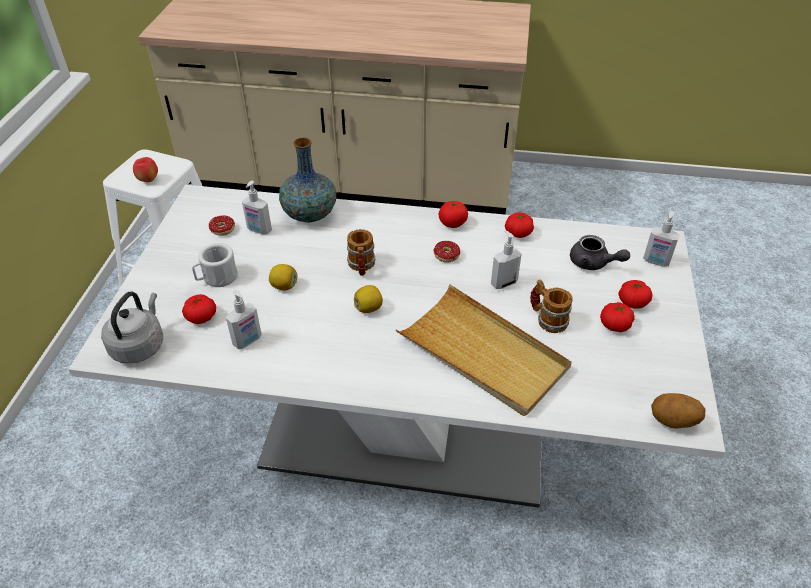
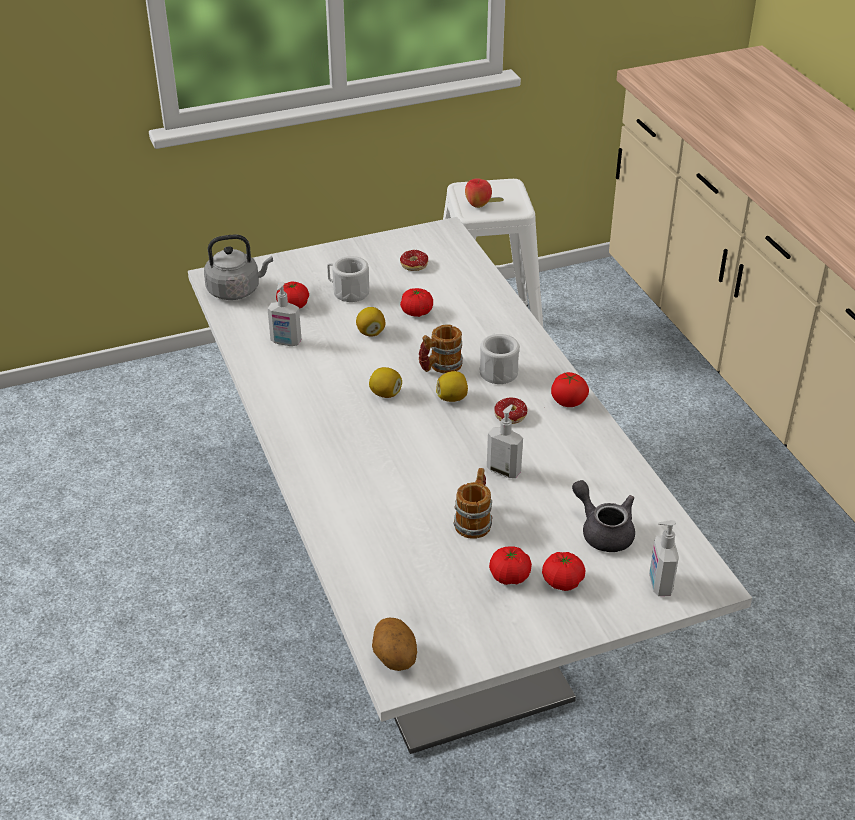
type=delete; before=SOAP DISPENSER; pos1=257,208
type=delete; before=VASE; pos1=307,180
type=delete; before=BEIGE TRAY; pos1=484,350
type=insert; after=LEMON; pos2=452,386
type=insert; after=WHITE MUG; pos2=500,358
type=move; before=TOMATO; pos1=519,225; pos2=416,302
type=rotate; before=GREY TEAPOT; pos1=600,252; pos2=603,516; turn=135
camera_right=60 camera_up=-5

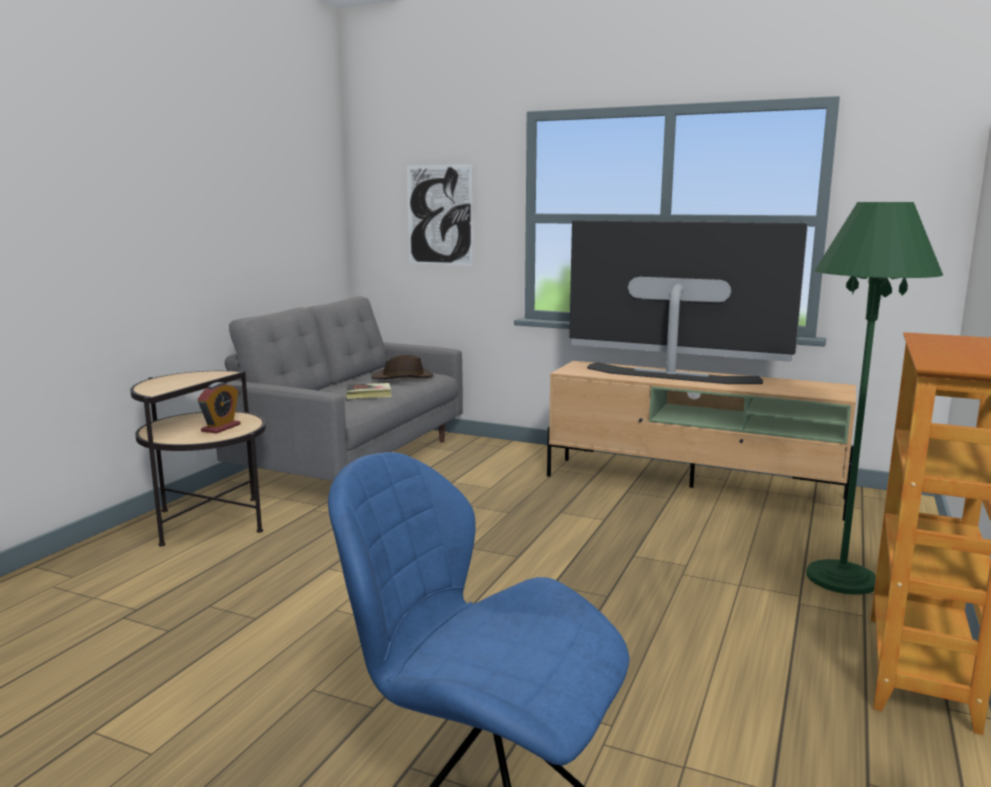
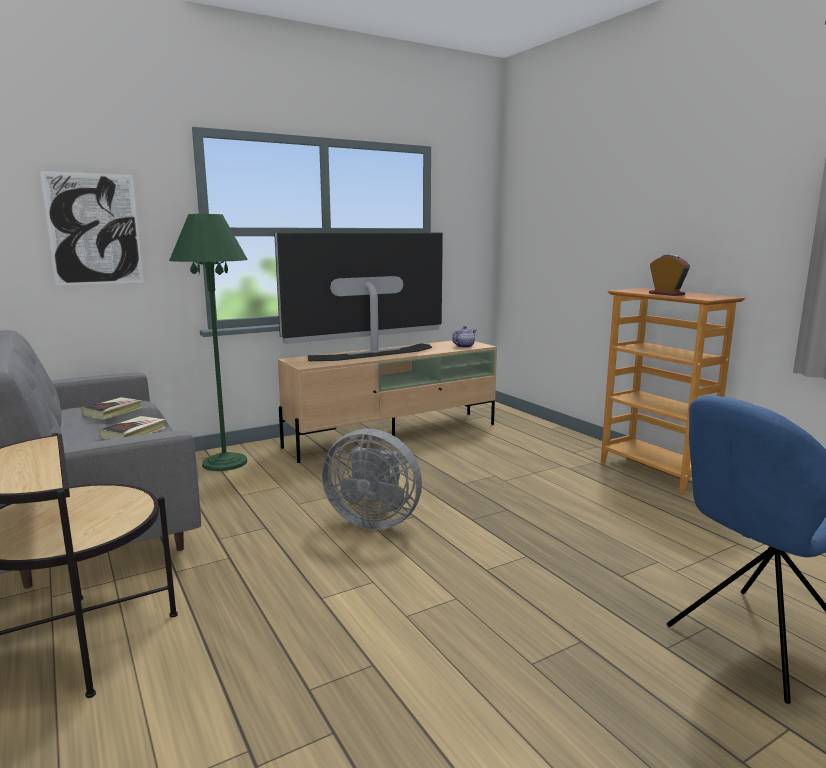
type=insert; after=GREY FAN; pos2=372,479
type=insert; after=TEAPOT; pos2=464,337
type=move; before=ALARM CLOCK; pos1=219,408; pos2=669,275
type=move; before=GREEN FLOOR LAMP; pos1=874,398; pos2=208,342
type=replace; before=BROWN HAT; after=BOOK; pos1=402,367; pos2=112,408
camera_right=-55 camera_up=0

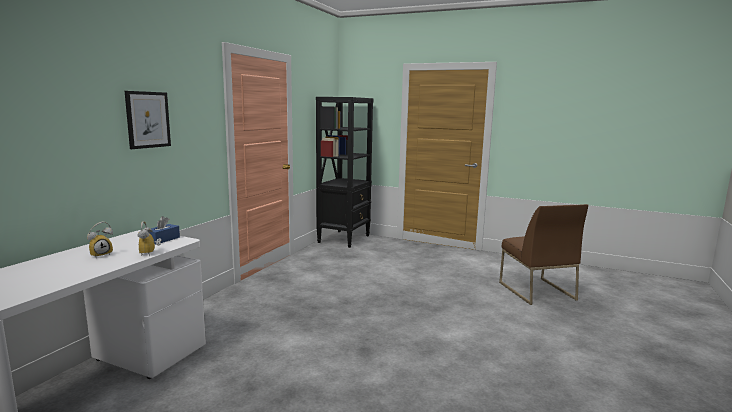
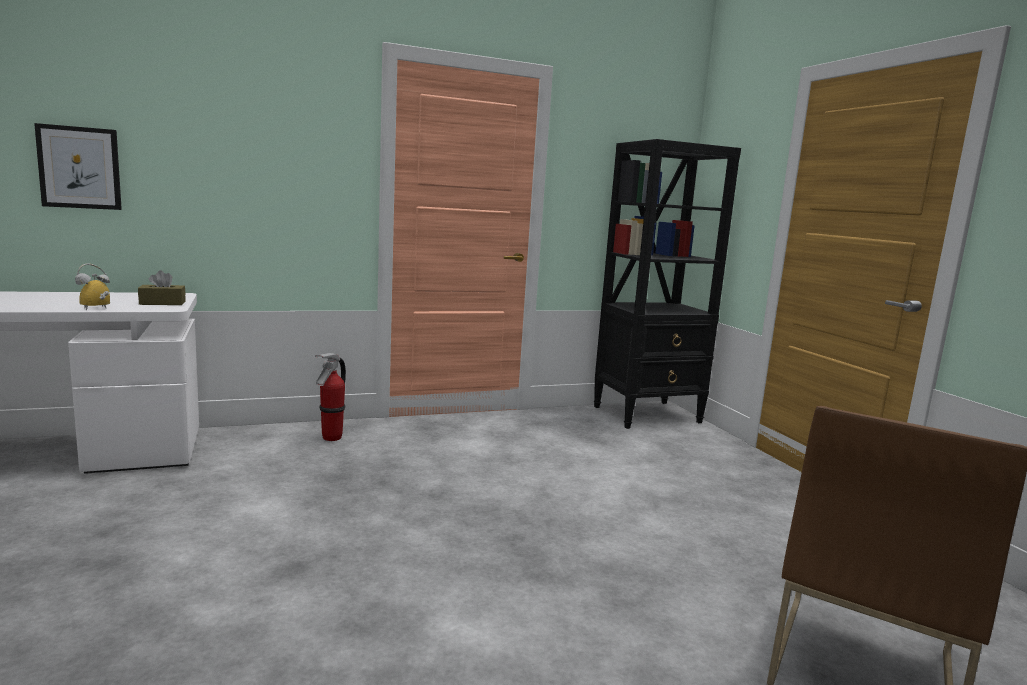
type=delete; before=ALARM CLOCK; pos1=100,240
type=insert; after=FIRE EXTINGUISHER; pos2=330,397
type=move; before=PICTURE; pos1=148,120; pos2=78,166
type=recolor; before=BLUE TISSUE BOX; after=BROWN TISSUE BOX; pos1=165,230; pos2=162,287
camera_right=45 camera_up=0

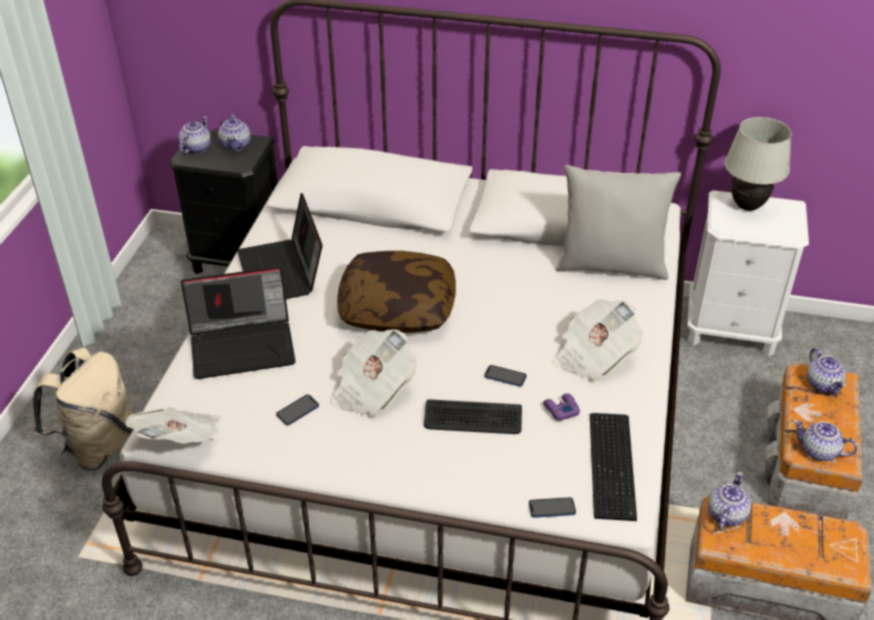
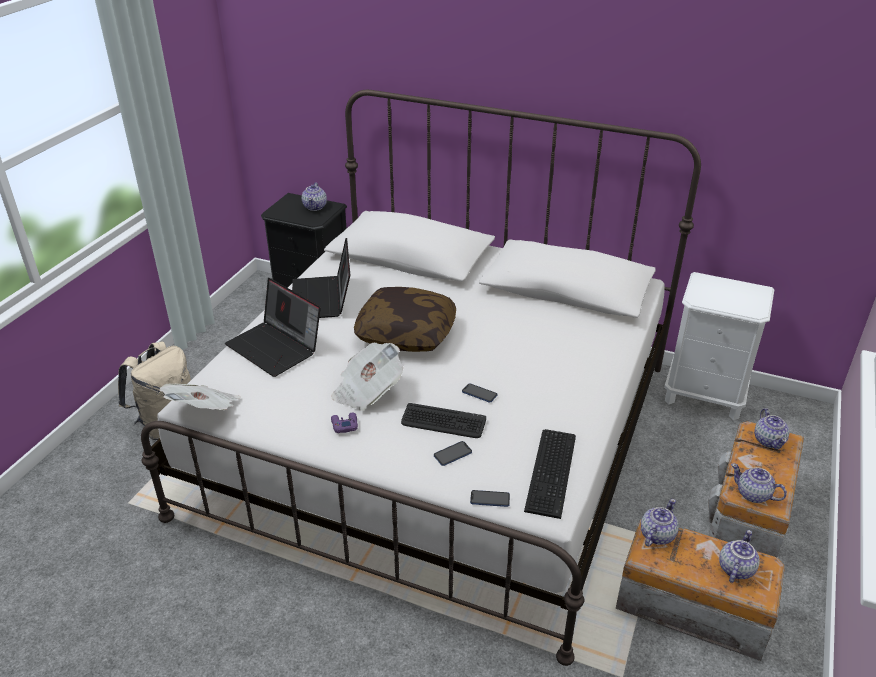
type=delete; before=NEWSPAPER; pos1=598,340
type=delete; before=GREY PILLOW; pos1=618,222
type=delete; before=WHITE TABLE LAMP; pos1=758,164
type=move; before=TEAPOT; pos1=195,135; pos2=739,556
type=move; before=PHONE; pos1=297,410; pos2=453,453
type=move; before=PURPLE GAME CONTROLLER; pos1=561,407; pos2=344,422
type=rotate; before=LAPTOP; pos1=238,323; pos2=273,327; turn=45
camera_right=10 camera_up=-5

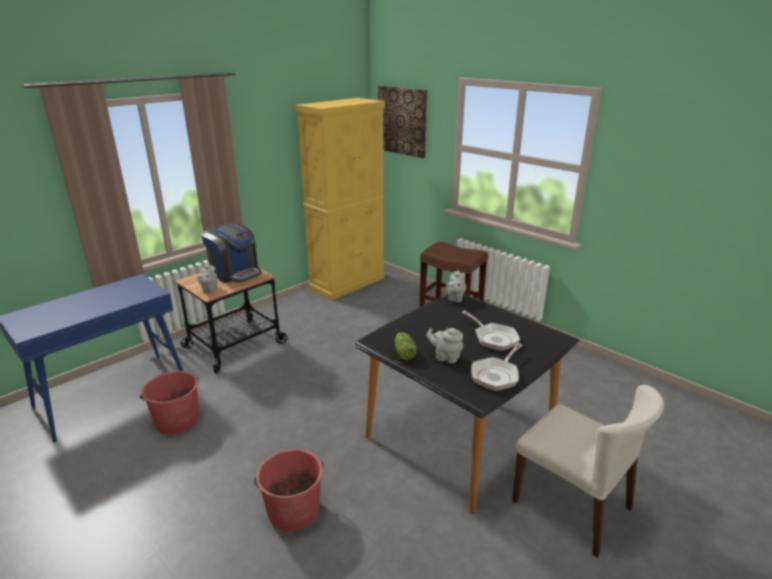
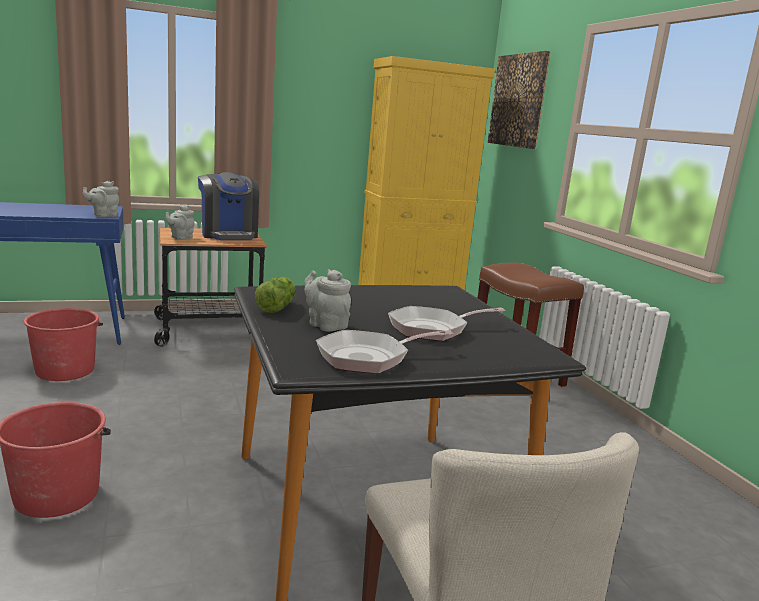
type=move; before=GREY TEAPOT; pos1=456,286; pos2=101,199
type=rotate; before=FRYING PAN; pos1=491,331; pos2=446,323; turn=75
camera_right=25 camera_up=-10

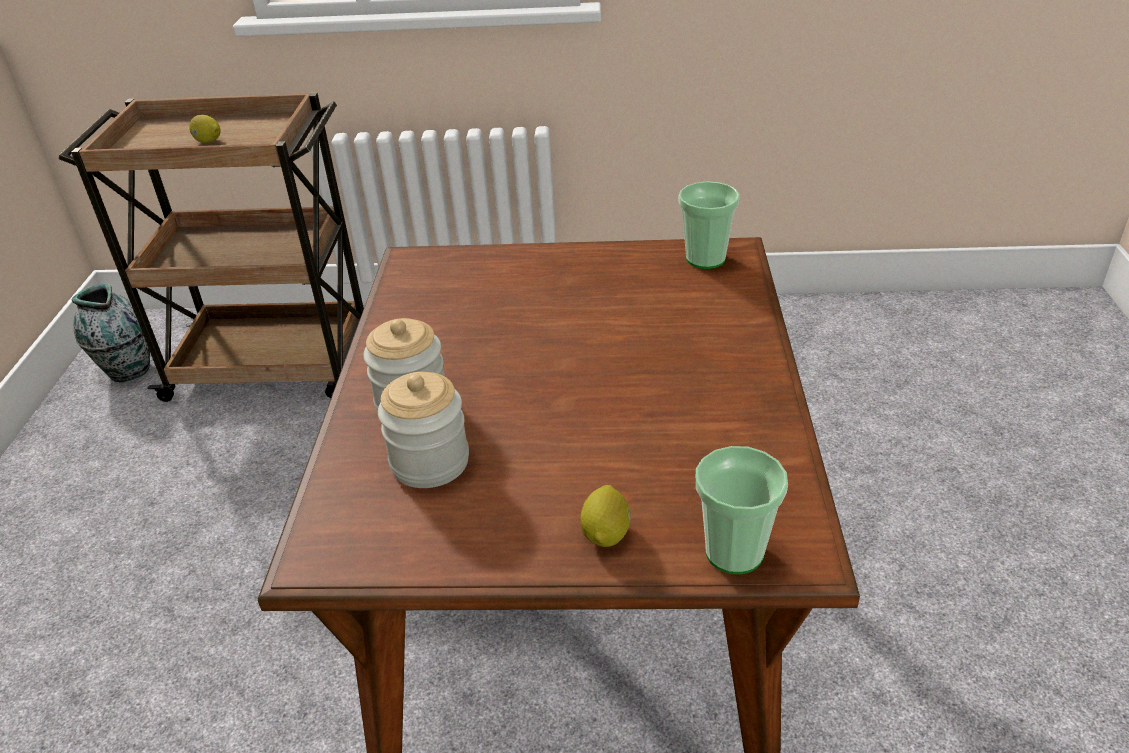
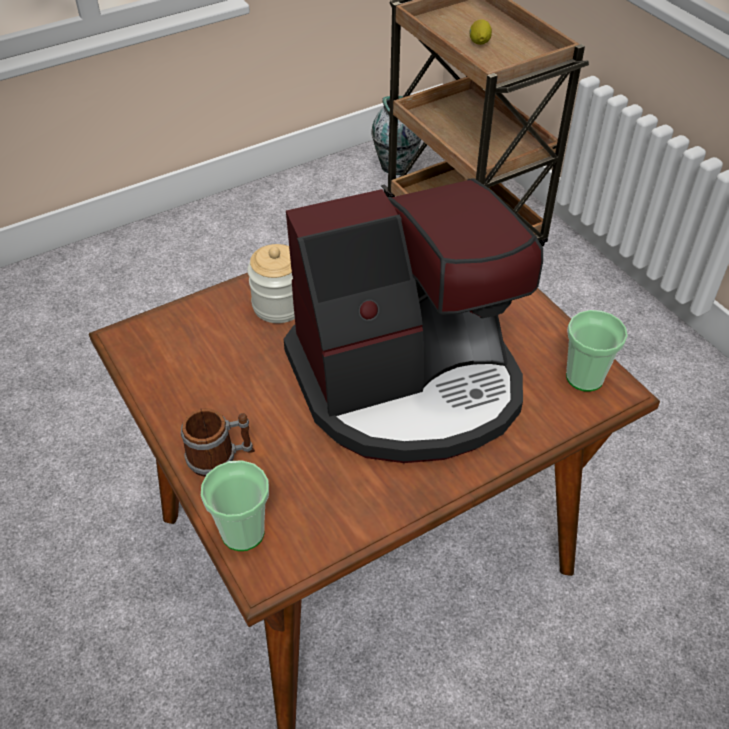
type=delete; before=JAR; pos1=423,430
type=insert; after=COFFEE MACHINE; pos2=413,321
type=replace; before=LEMON; after=MUG; pos1=606,516; pos2=218,442
camera_right=55 camera_up=10

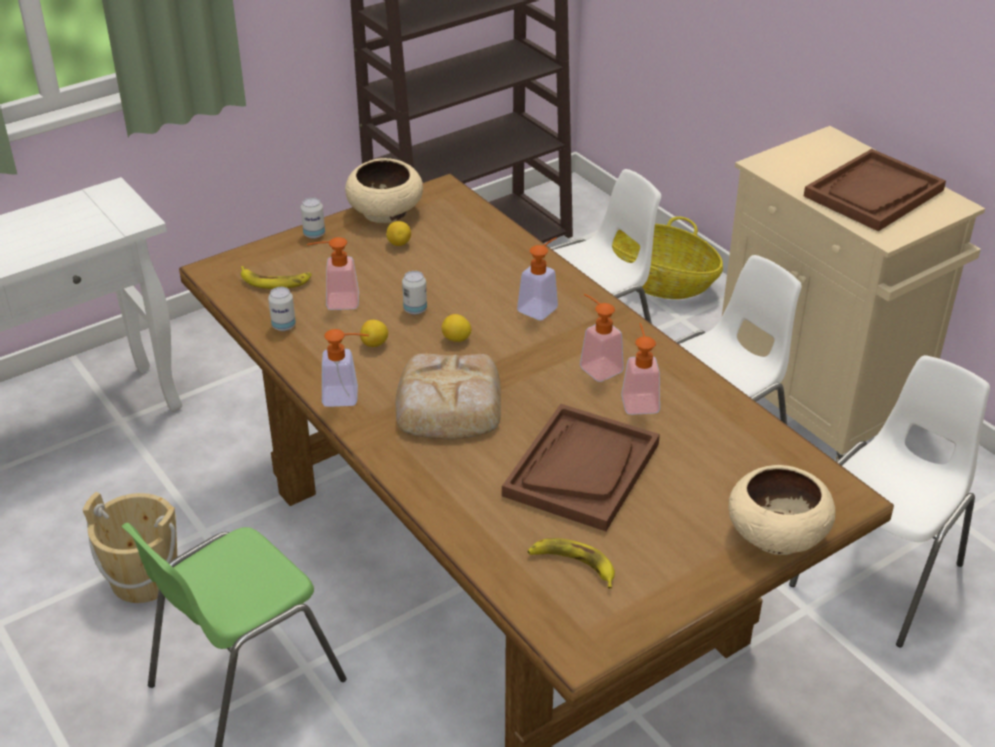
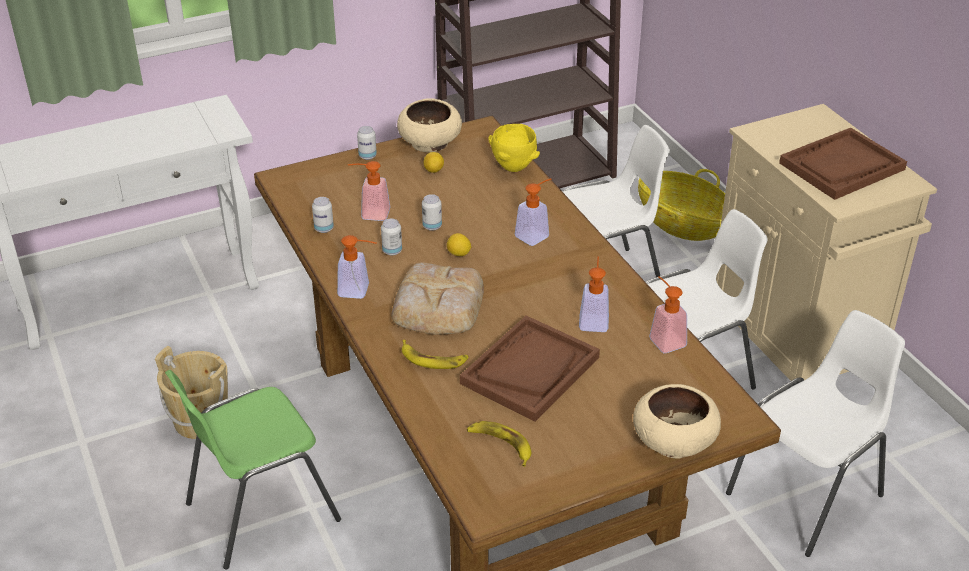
type=insert; after=YELLOW BOWL; pos2=514,148
type=move; before=BANANA; pos1=276,277; pos2=435,354
type=move; before=SOAP DISPENSER; pos1=602,338; pos2=668,314
type=replace; before=LEMON; after=CAN; pos1=374,333; pos2=391,237
camera_right=10 camera_up=0

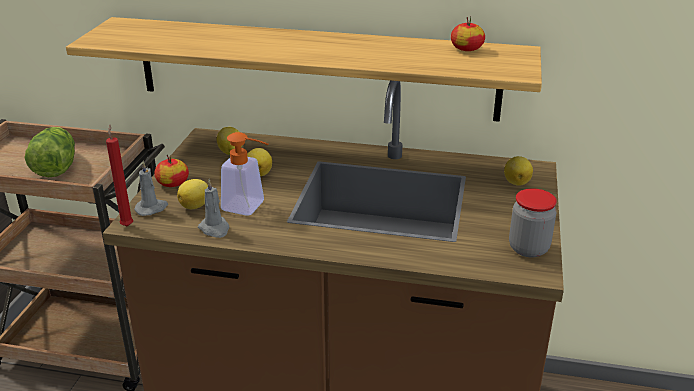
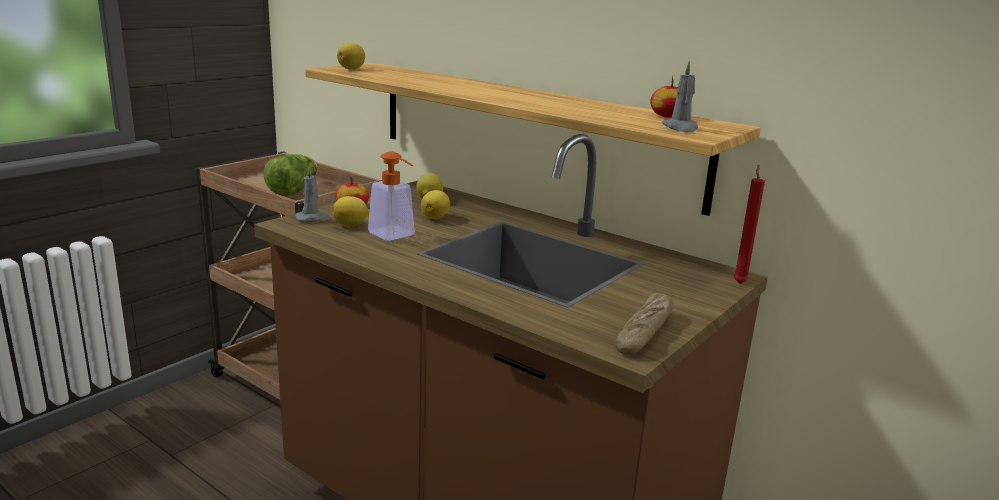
type=move; before=RED CANDLE; pos1=119,176; pos2=749,224
type=move; before=GREY CANDLE; pos1=214,208; pos2=680,96
type=move; before=LEMON; pos1=518,170; pos2=351,56
type=replace; before=JAR; after=BREAD; pos1=533,222; pos2=645,324
camera_right=25 camera_up=-10

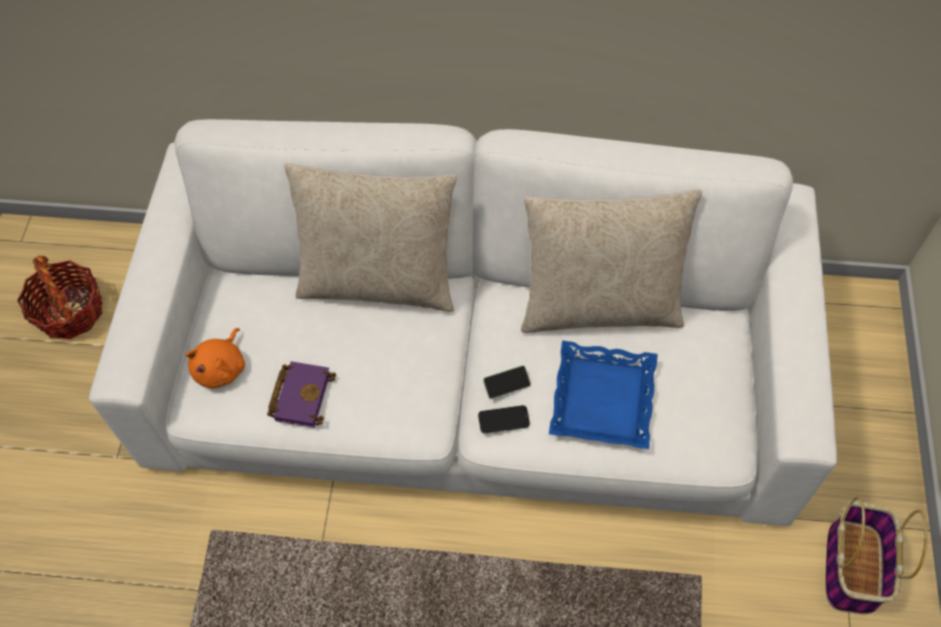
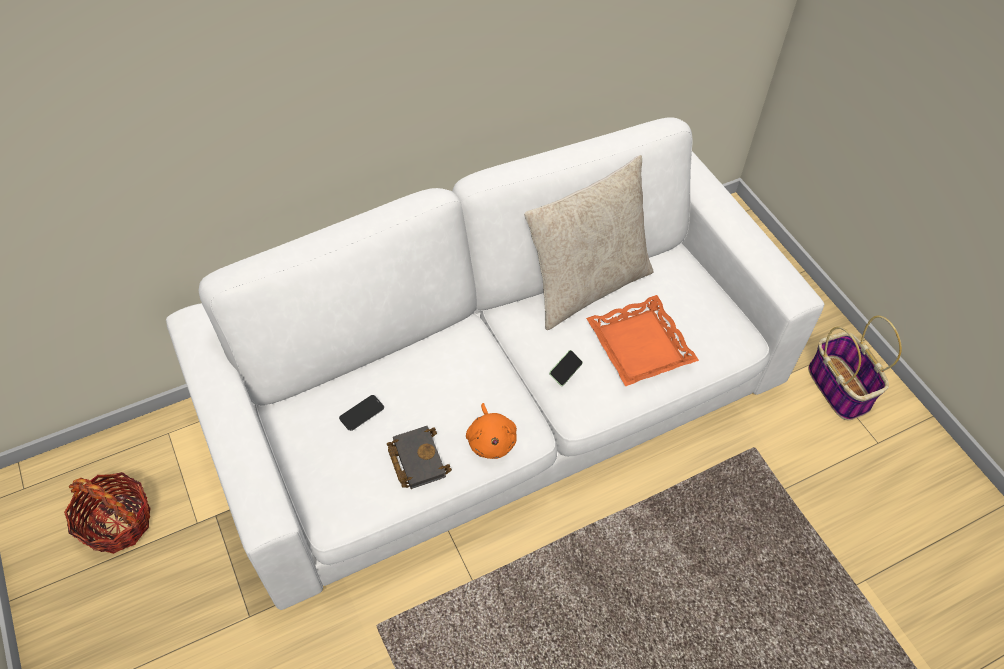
type=delete; before=BEIGE PILLOW; pos1=370,237
type=move; before=ORANGE PLUSH TOY; pos1=215,358; pos2=491,431
type=move; before=PHONE; pos1=504,419; pos2=361,413
type=recolor; before=PURPLE BOOK; after=BLACK BOOK; pos1=301,394; pos2=419,457
type=recolor; before=BLUE TRAY; after=ORANGE TRAY; pos1=603,394; pos2=642,340
camera_right=-35 camera_up=-5

